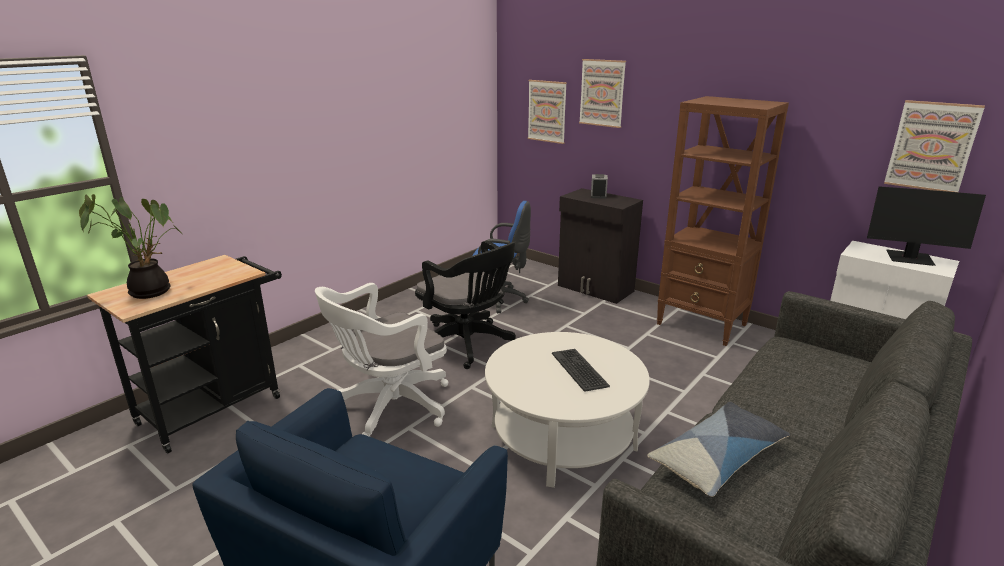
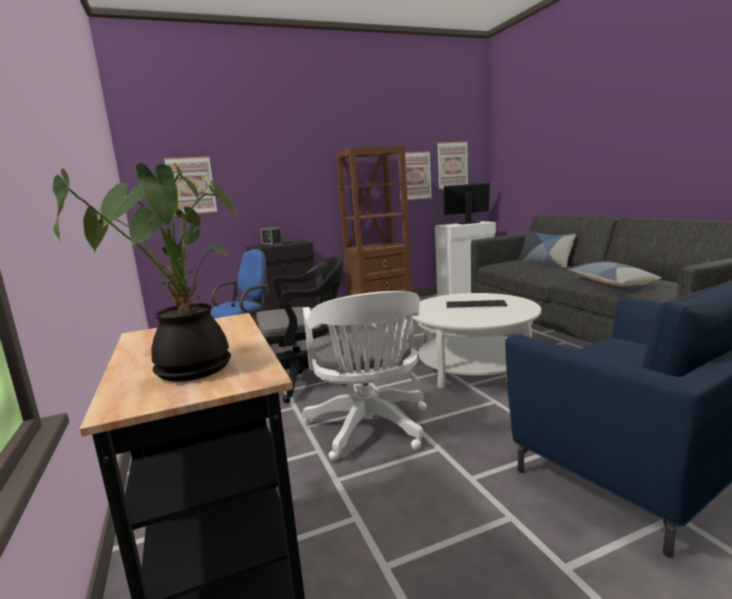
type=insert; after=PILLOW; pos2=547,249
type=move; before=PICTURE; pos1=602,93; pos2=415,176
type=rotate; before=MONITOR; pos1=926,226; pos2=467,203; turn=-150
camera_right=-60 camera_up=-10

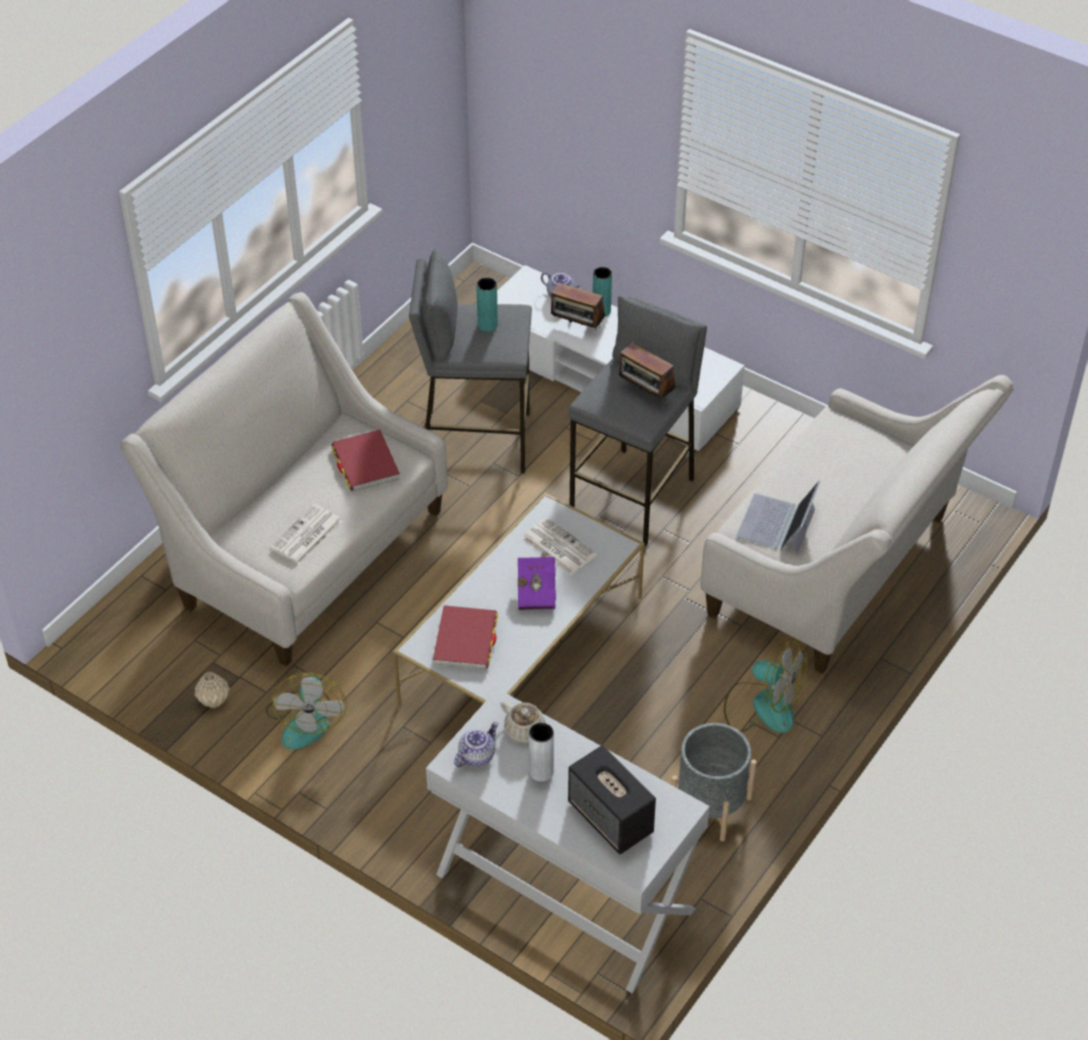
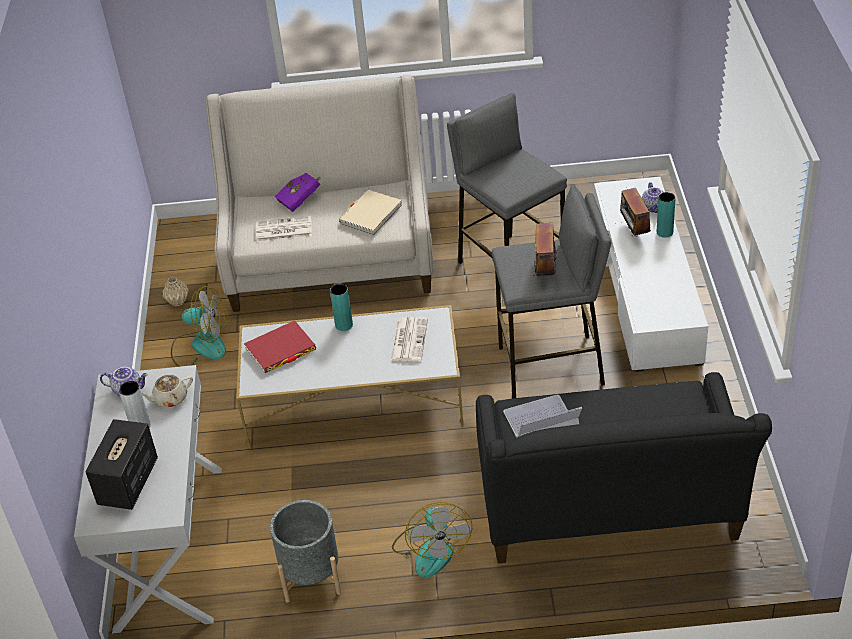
type=move; before=TURQUOISE VASE; pos1=487,304; pos2=341,307
type=move; before=PURPLE BOOK; pos1=537,581; pos2=298,192
type=recolor; before=RED BOOK; after=BEIGE BOOK; pos1=365,460; pos2=370,212
type=recolor; before=BEIGE SOFA; after=BLACK SOFA; pos1=857,524; pos2=624,468
type=rotate; before=FAN; pos1=306,711; pos2=198,326; turn=-135
type=rotate; before=BEIGE TEAPOT; pos1=523,722; pos2=167,391; turn=60
camera_right=55 camera_up=-5

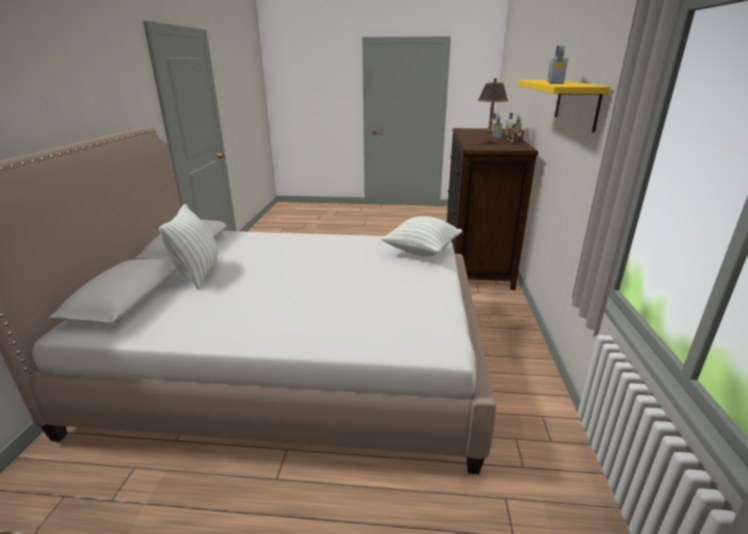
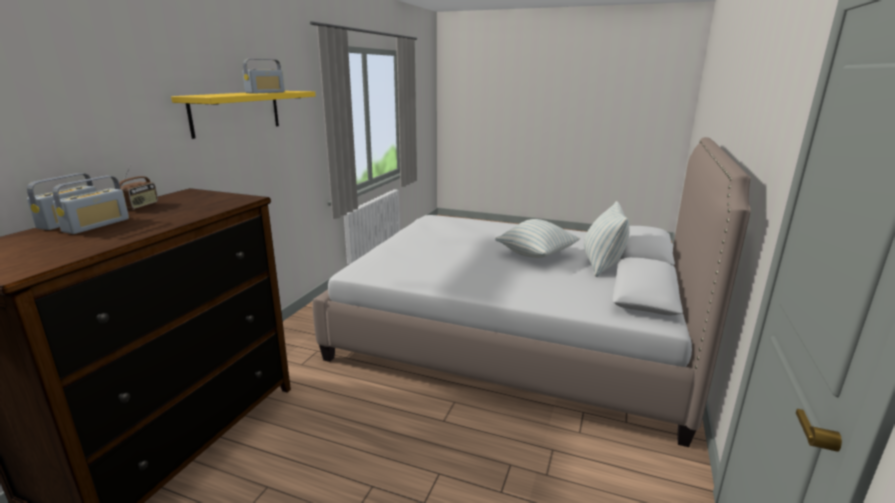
type=delete; before=TABLE LAMP; pos1=493,110
type=move; before=PILLOW; pos1=421,236; pos2=537,238
camera_right=-165 camera_up=-5

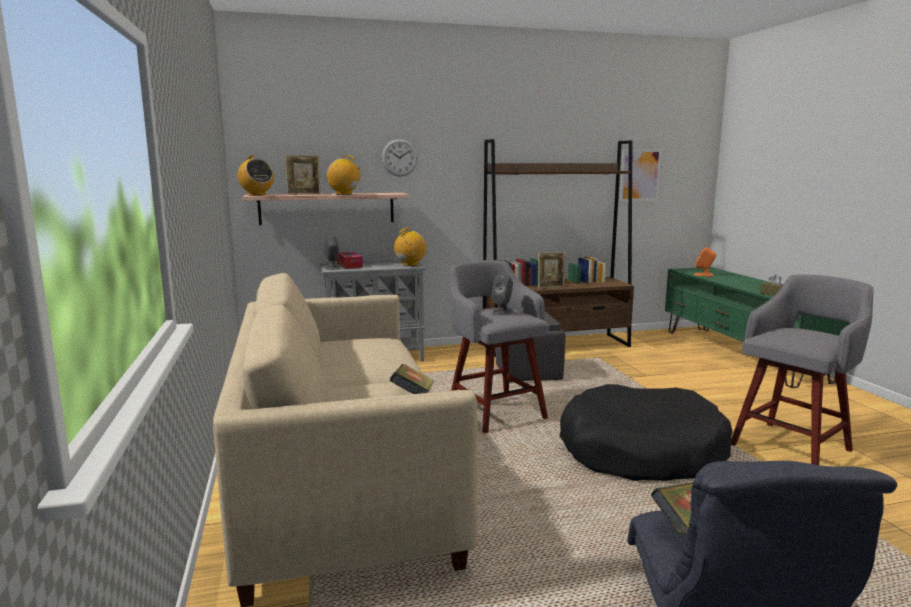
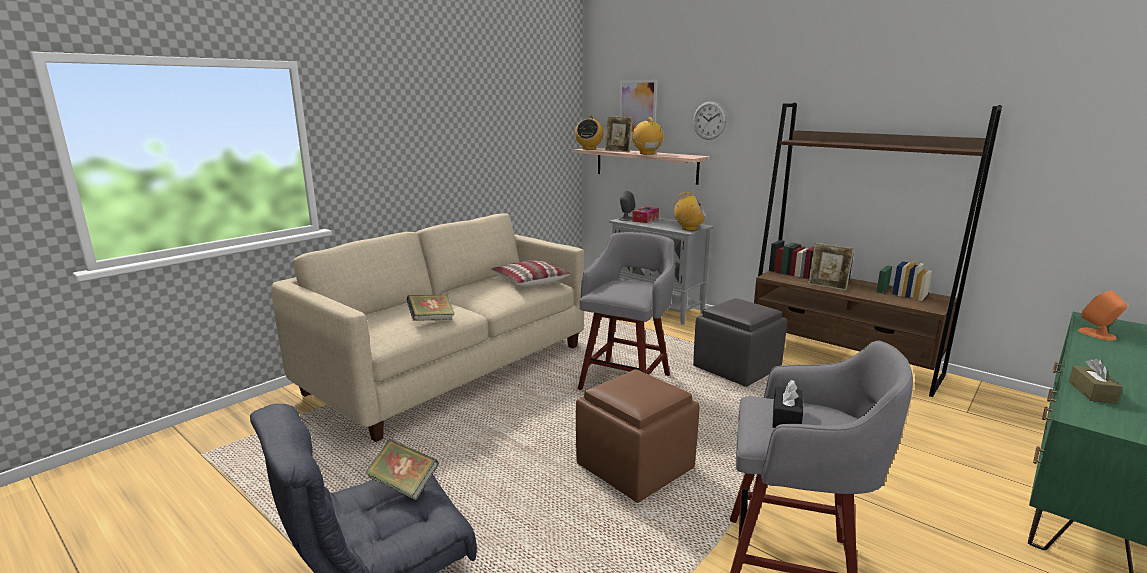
type=delete; before=GREY SPEAKER; pos1=503,294
type=insert; after=PILLOW; pos2=531,273
type=insert; after=BLACK TISSUE BOX; pos2=788,404
type=move; before=PICTURE; pos1=641,175; pos2=638,107
type=replace; before=BLACK DOG BED; after=BROWN OTTOMAN; pos1=646,432; pos2=638,436
camera_right=55 camera_up=5

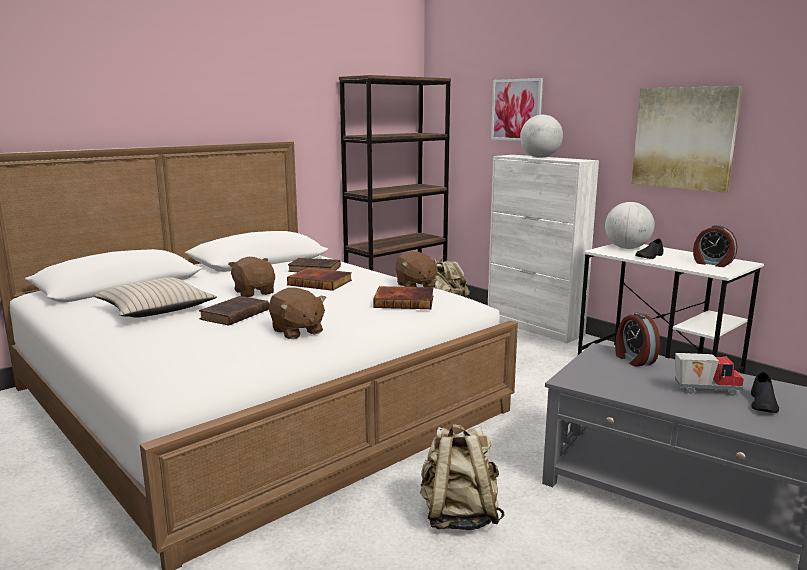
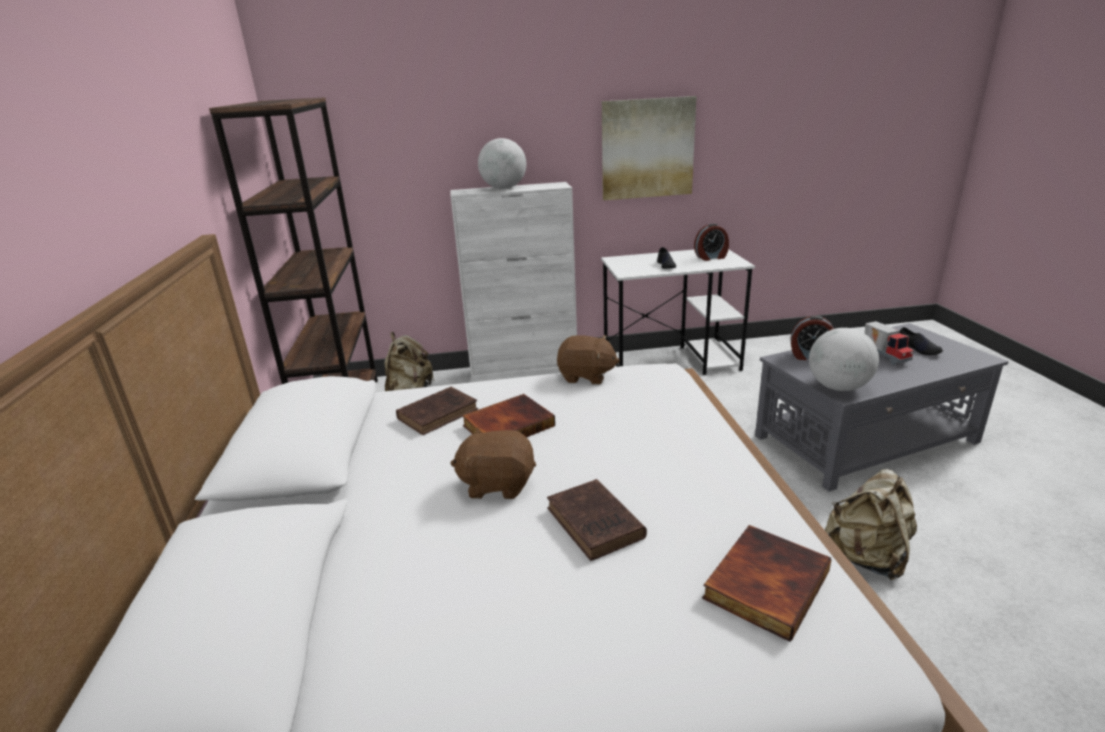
type=delete; before=BEIGE PILLOW; pos1=156,297
type=delete; before=BROWN PLUSH TOY; pos1=297,313
type=delete; before=PICTURE; pos1=517,109
type=move; before=BOOK; pos1=403,297; pos2=766,583
type=move; before=GLOBE; pos1=630,225; pos2=844,359
type=rotate; before=TOY TRUCK; pos1=709,374; pos2=889,343; turn=120
camera_right=-55 camera_up=10

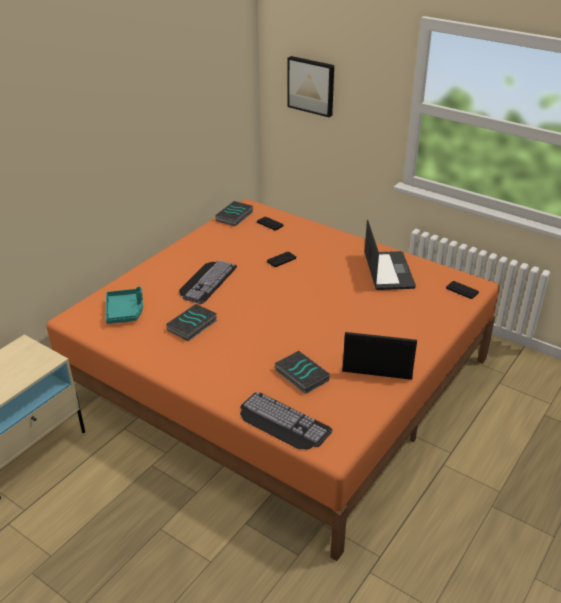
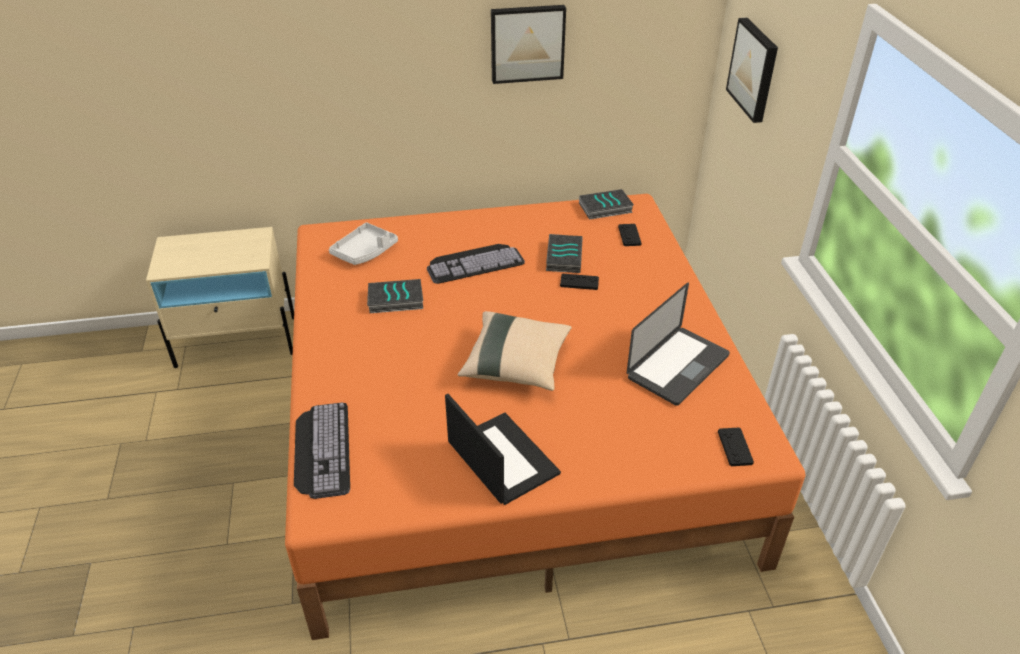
type=insert; after=BEIGE PILLOW; pos2=515,351
type=insert; after=PICTURE; pos2=528,44
type=move; before=BOOK; pos1=302,372; pos2=564,253
type=recolor; before=TURQUOISE TRAY; after=GREY TRAY; pos1=124,305; pos2=363,243
camera_right=45 camera_up=5

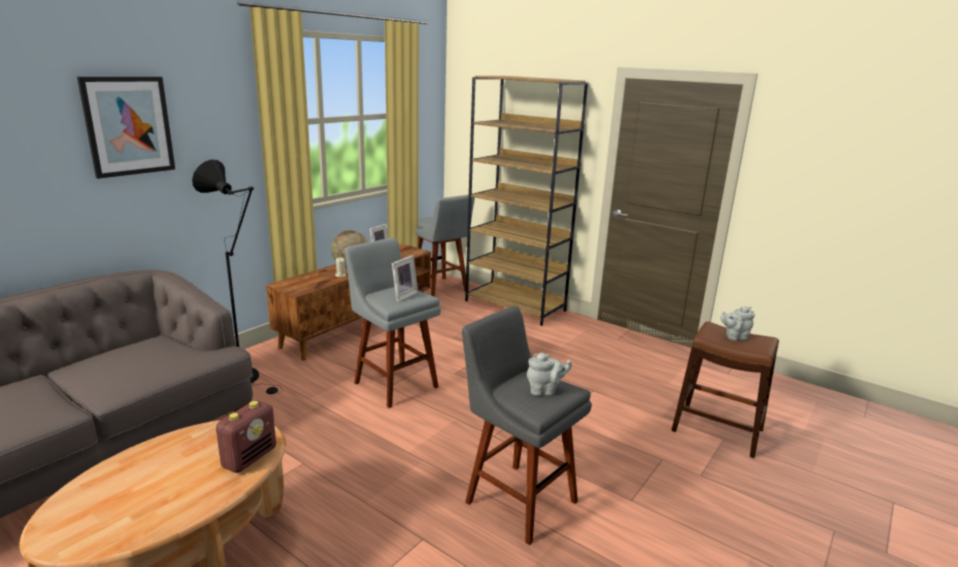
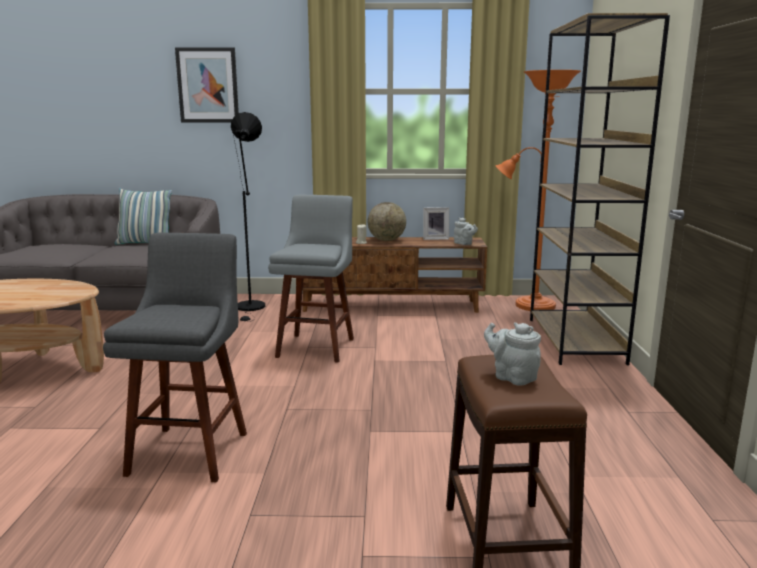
type=delete; before=RADIO; pos1=246,436
type=delete; before=PICTURE FRAME; pos1=405,278
type=insert; after=PILLOW; pos2=143,216
type=move; before=GREY TEAPOT; pos1=549,374; pos2=466,231
type=replace; before=GREY STOOL; after=ORANGE FLOOR LAMP; pos1=445,246; pos2=538,190
camera_right=55 camera_up=-5

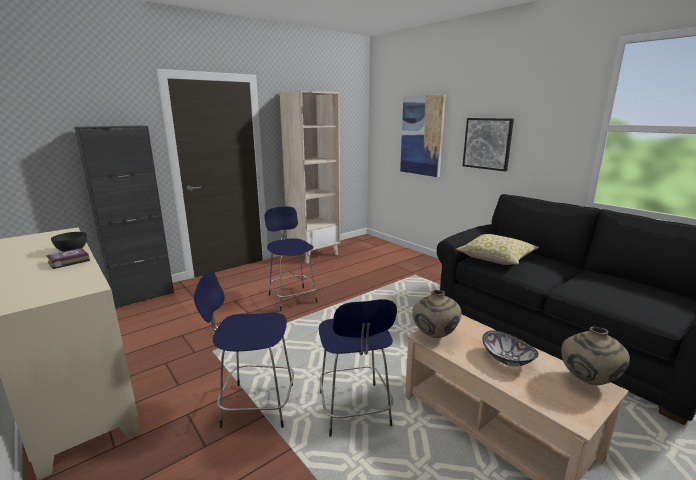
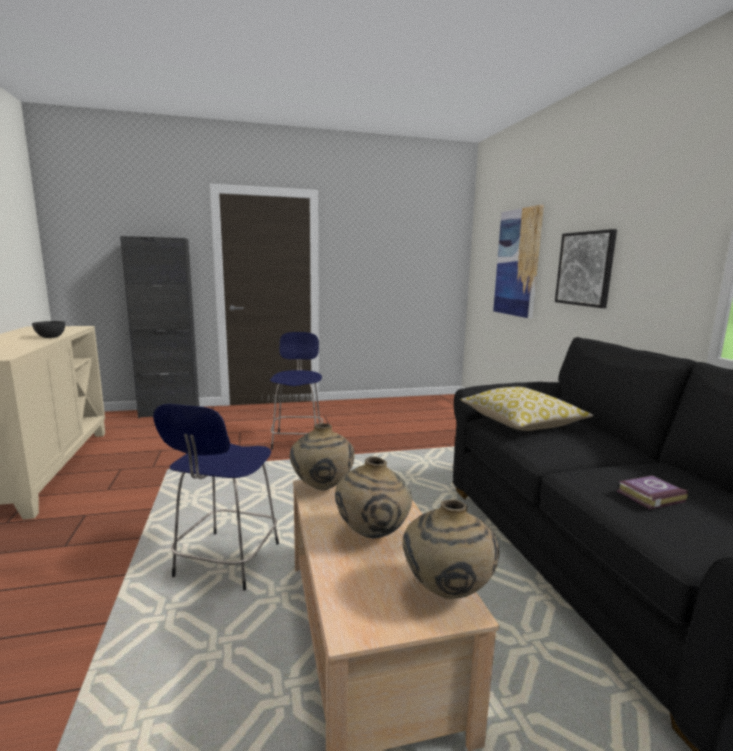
type=delete; before=BLUE STOOL; pos1=244,349
type=delete; before=BEIGE BOOKCASE; pos1=309,177
type=move; before=BOOK; pos1=68,258; pos2=652,492
type=replace; before=BOWL; after=BEIGE VASE; pos1=510,348; pos2=373,497
camera_right=25 camera_up=-5

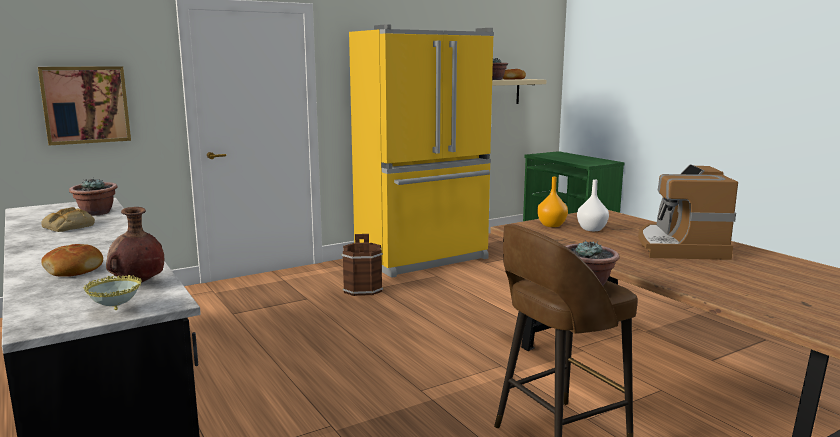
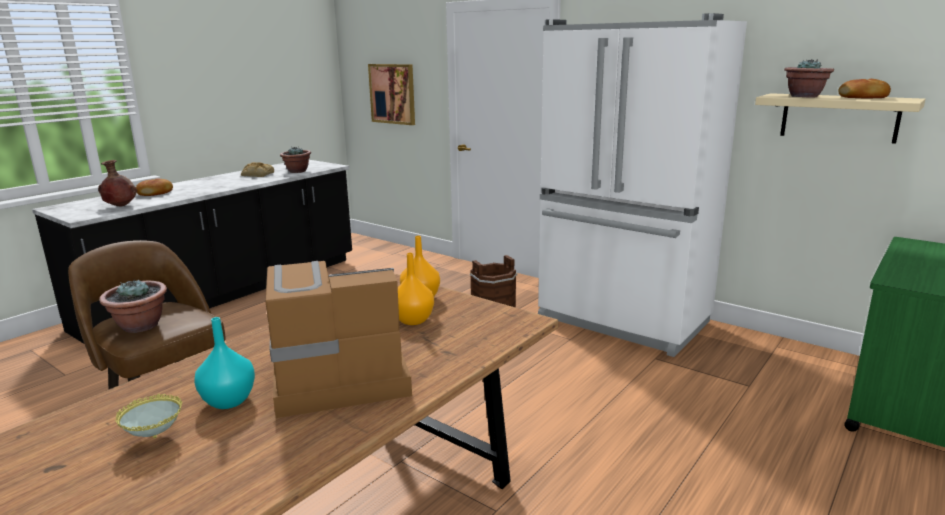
type=insert; after=TURQUOISE VASE; pos2=224,363
type=move; before=BOWL; pos1=112,292; pos2=148,416
type=recolor; before=YELLOW FRIDGE; after=WHITE FRIDGE; pos1=421,151; pos2=642,185
type=recolor; before=WHITE VASE; after=ORANGE VASE; pos1=593,205; pos2=416,289
camera_right=70 camera_up=5

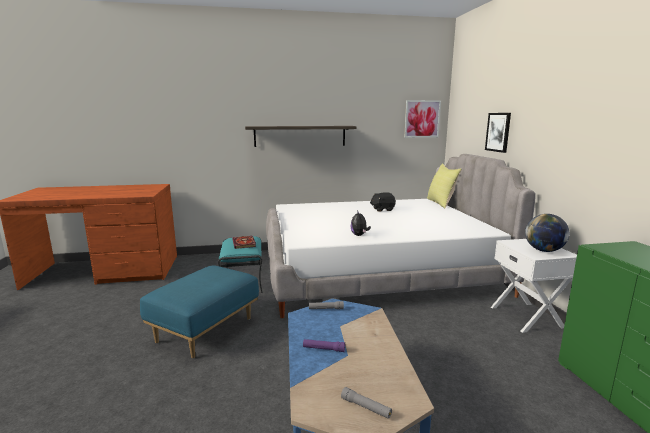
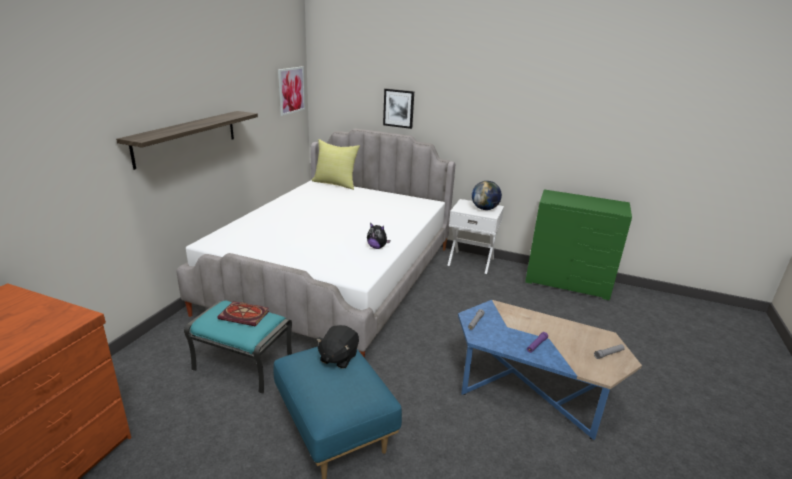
type=move; before=BLACK PLUSH TOY; pos1=383,201; pos2=337,347
camera_right=-60 camera_up=10

